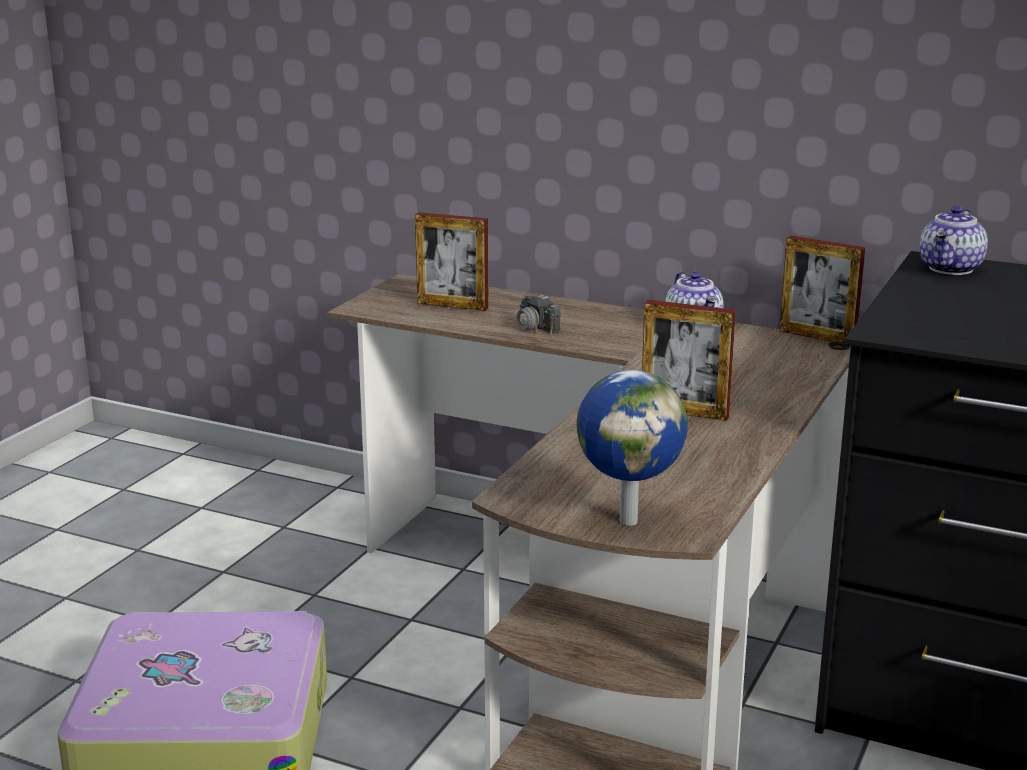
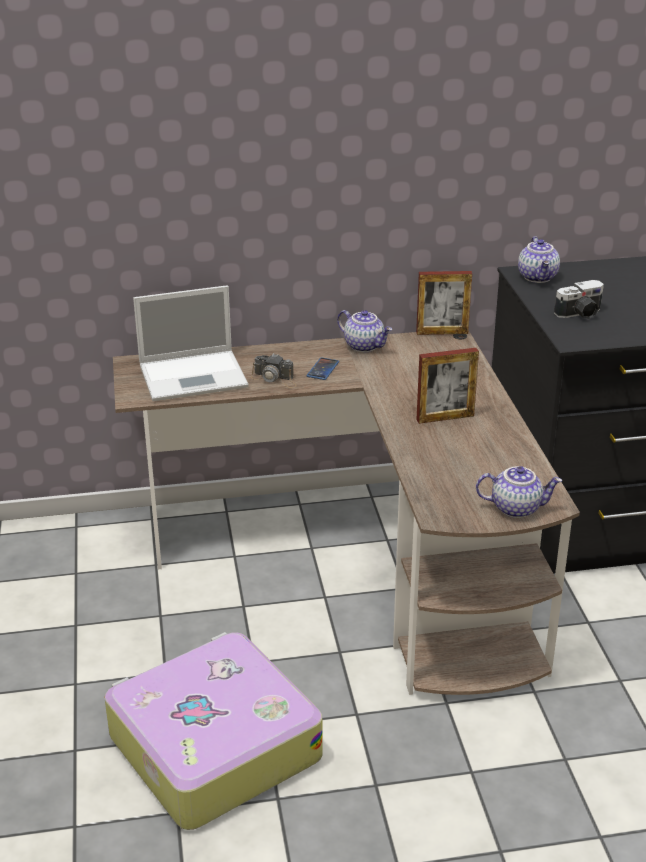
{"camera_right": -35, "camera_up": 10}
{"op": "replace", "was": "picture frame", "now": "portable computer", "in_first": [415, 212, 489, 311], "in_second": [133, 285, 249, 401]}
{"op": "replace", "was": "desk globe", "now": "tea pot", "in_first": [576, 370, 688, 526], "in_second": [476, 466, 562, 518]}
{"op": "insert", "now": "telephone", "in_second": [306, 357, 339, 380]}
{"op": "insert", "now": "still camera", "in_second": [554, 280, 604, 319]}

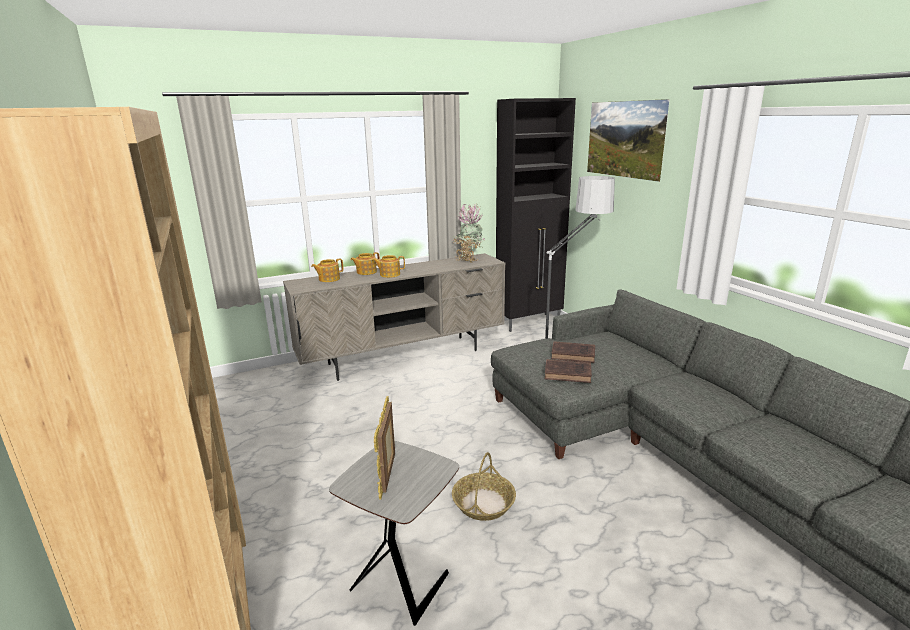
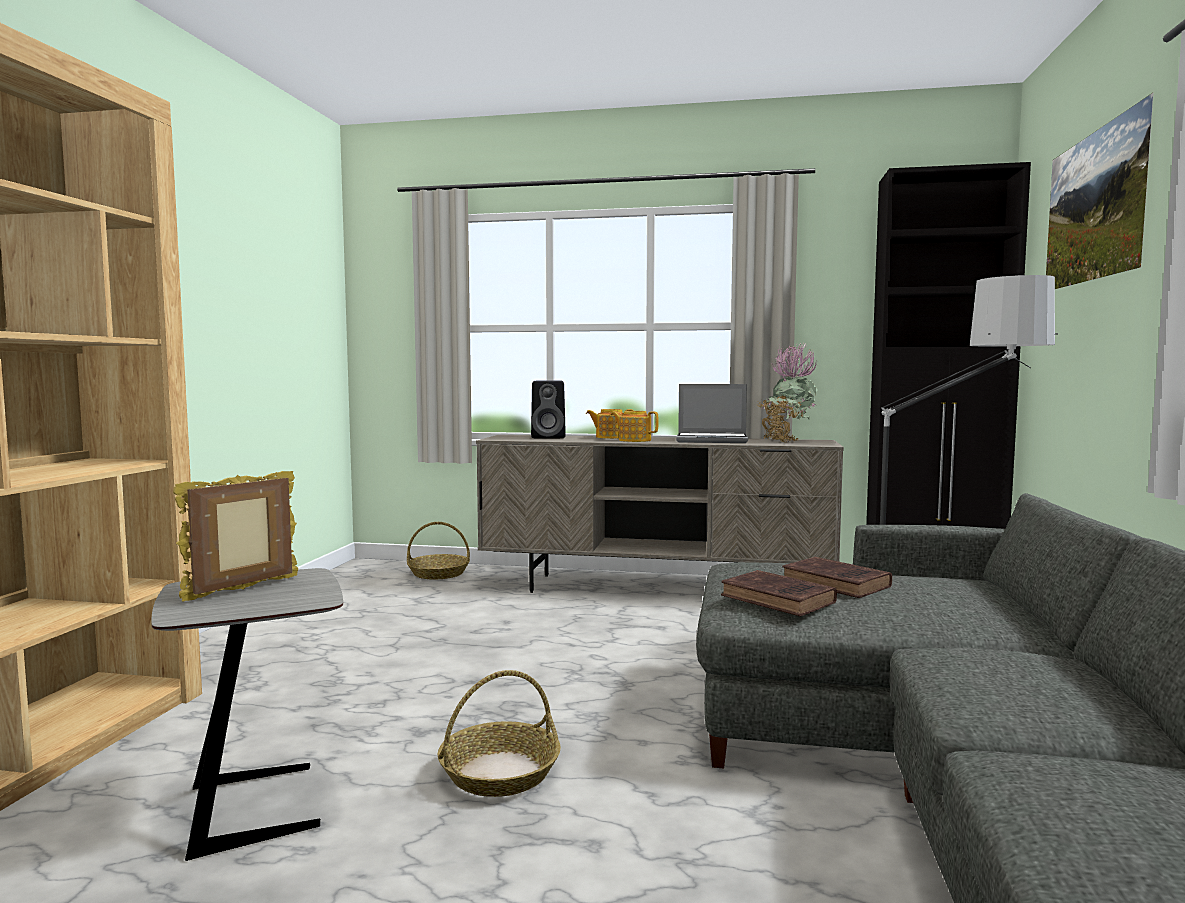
{"camera_right": 35, "camera_up": -15}
{"op": "replace", "was": "tea pot", "now": "loudspeaker (black)", "in_first": [311, 258, 343, 282], "in_second": [531, 381, 566, 438]}
{"op": "insert", "now": "storage basket", "in_second": [407, 522, 470, 579]}
{"op": "insert", "now": "portable computer", "in_second": [676, 384, 748, 443]}

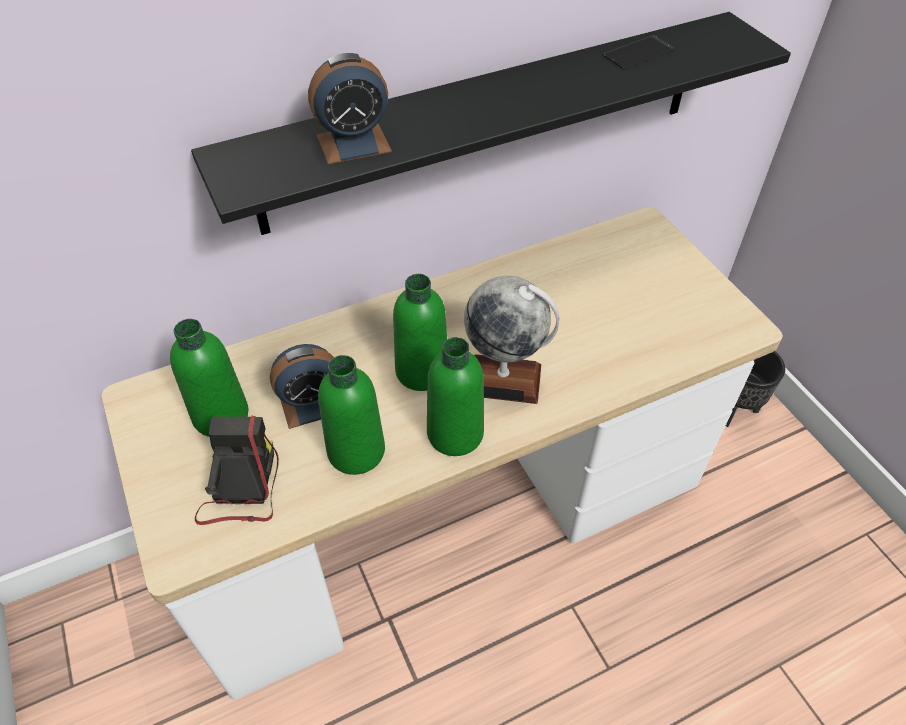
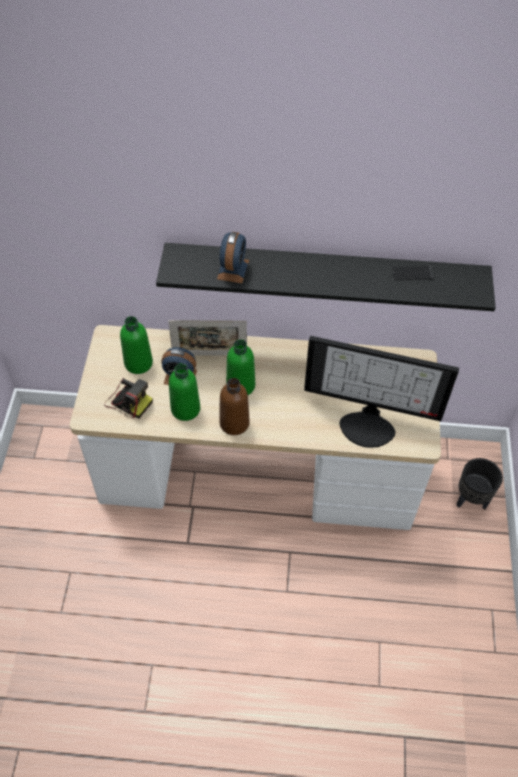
{"camera_right": 30, "camera_up": 5}
{"op": "rotate", "was": "still camera", "in_first": [195, 415, 279, 525], "in_second": [104, 378, 153, 419], "clockwise": 90}
{"op": "rotate", "was": "table clock", "in_first": [308, 53, 392, 164], "in_second": [217, 232, 249, 283], "clockwise": -90}
{"op": "recolor", "was": "bottle (greenish)", "now": "bottle (brownish)", "in_first": [427, 337, 484, 456], "in_second": [219, 378, 250, 435]}
{"op": "delete", "was": "desk globe", "in_first": [464, 276, 559, 404]}
{"op": "insert", "now": "picture frame", "in_second": [168, 320, 247, 356]}
{"op": "insert", "now": "monitor", "in_second": [304, 336, 459, 448]}

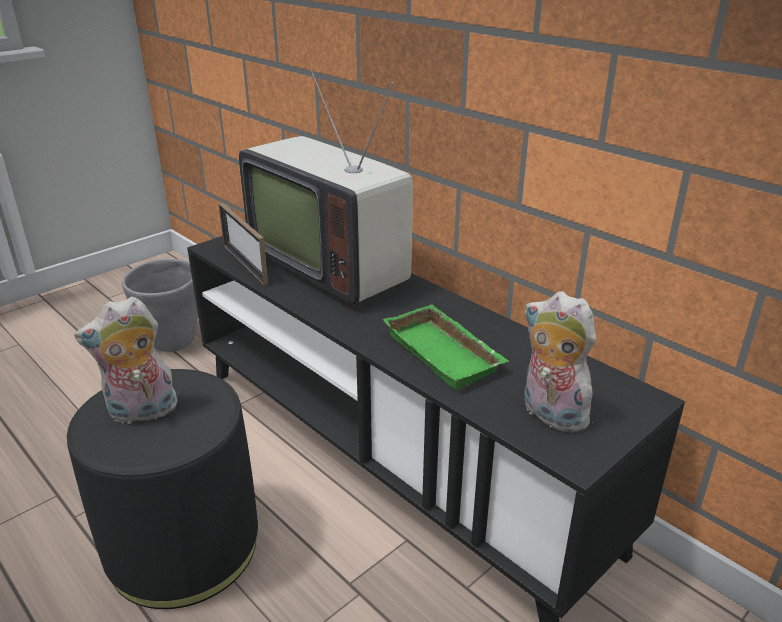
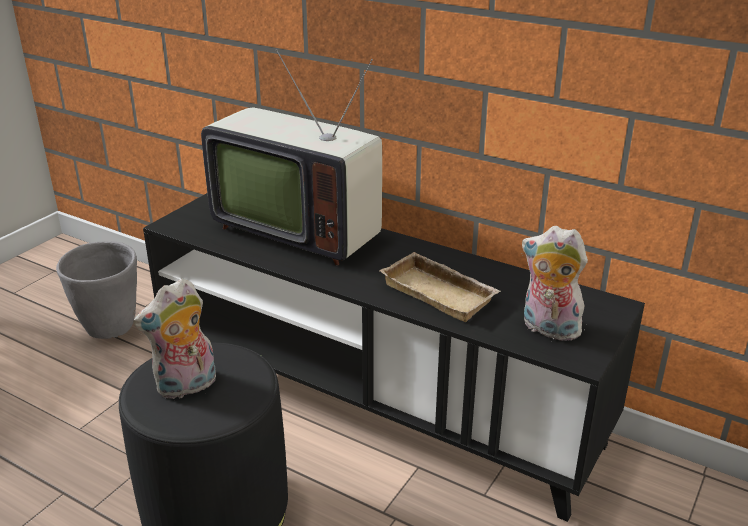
{"camera_right": -15, "camera_up": 0}
{"op": "delete", "was": "picture frame", "in_first": [218, 202, 268, 285]}
{"op": "recolor", "was": "tray (greenish)", "now": "tray (beige-coloured)", "in_first": [383, 304, 509, 391], "in_second": [380, 252, 501, 322]}

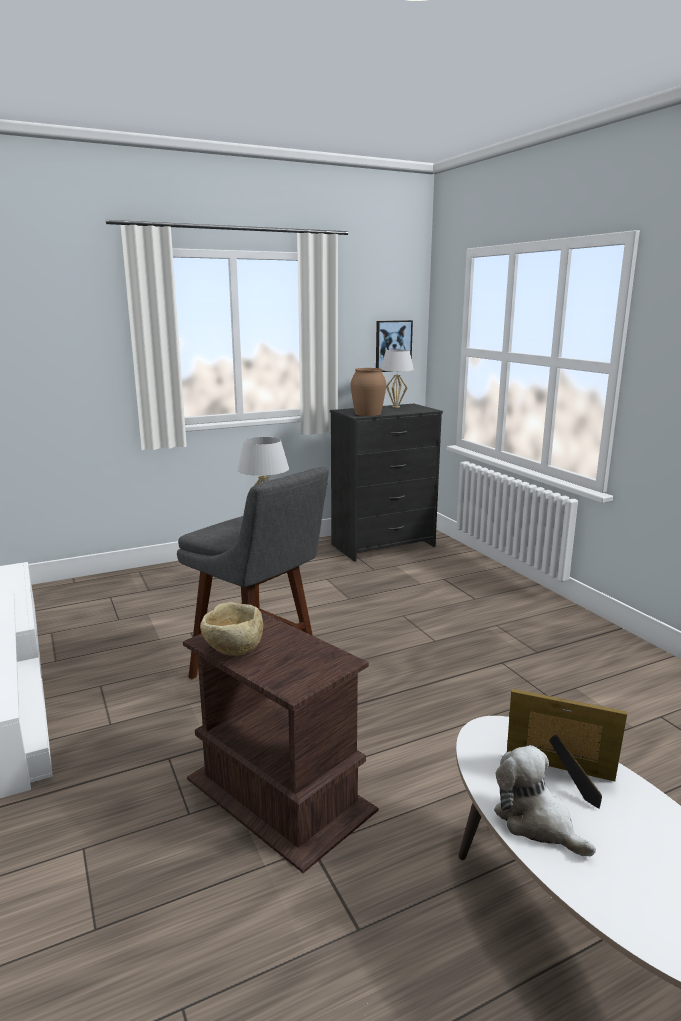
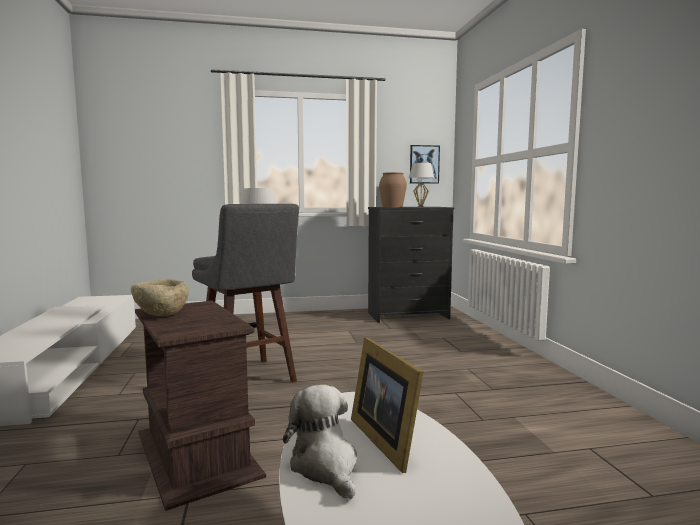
{"camera_right": 15, "camera_up": -10}
{"op": "rotate", "was": "picture frame", "in_first": [507, 689, 627, 809], "in_second": [351, 338, 424, 473], "clockwise": -150}

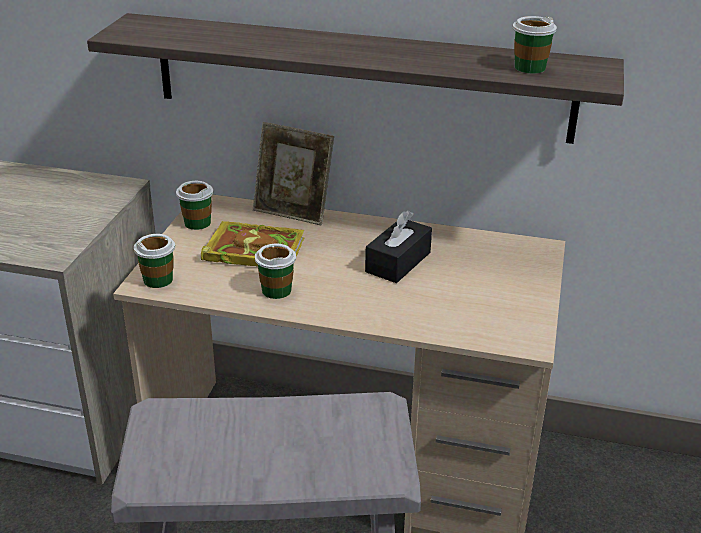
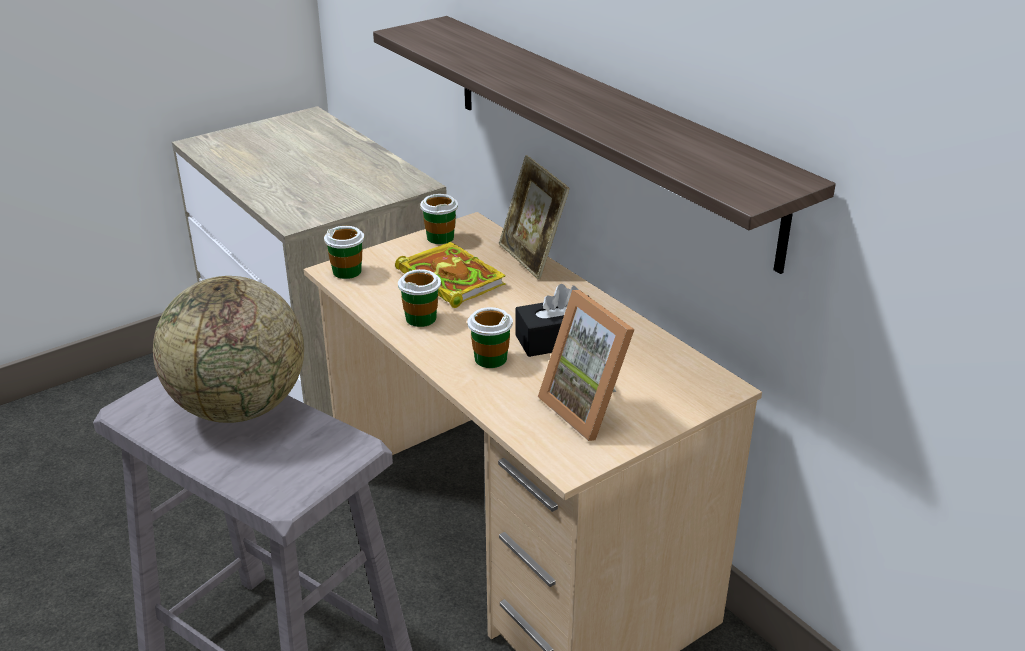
{"camera_right": 40, "camera_up": 0}
{"op": "move", "was": "cup", "in_first": [513, 16, 557, 74], "in_second": [467, 307, 513, 368]}
{"op": "insert", "now": "desk globe", "in_second": [153, 276, 304, 423]}
{"op": "insert", "now": "picture frame", "in_second": [538, 290, 635, 441]}

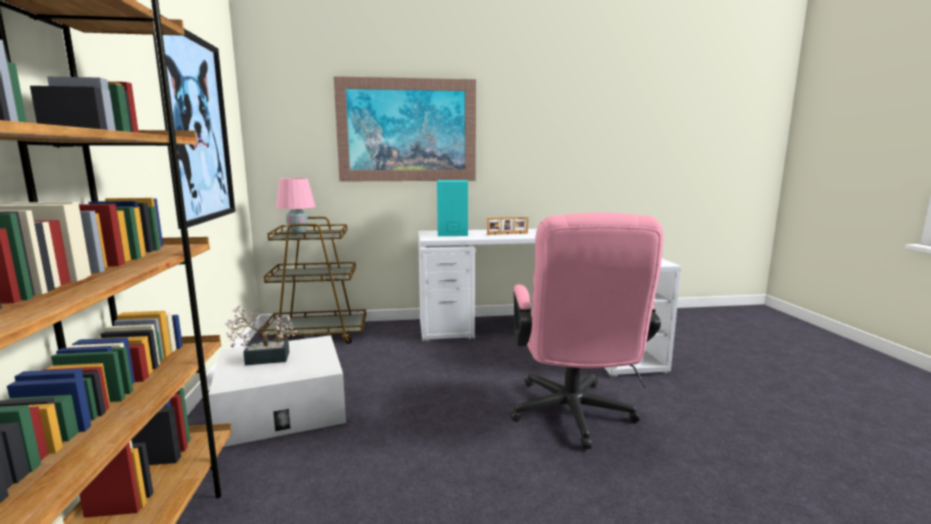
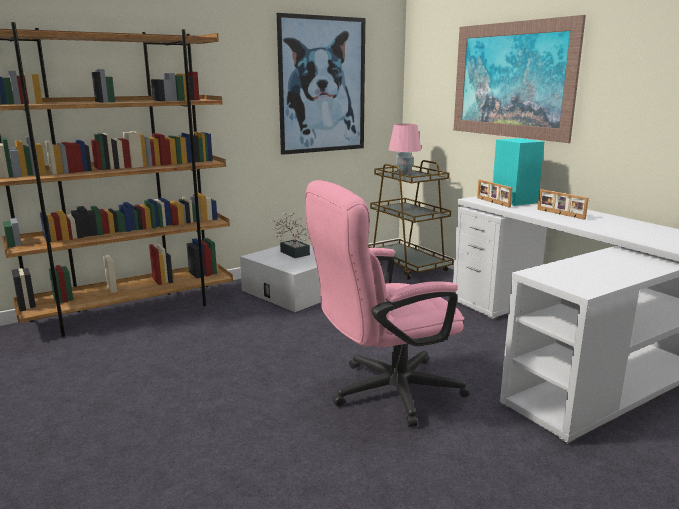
{"camera_right": 65, "camera_up": 5}
{"op": "insert", "now": "picture frame", "in_second": [477, 179, 513, 207]}

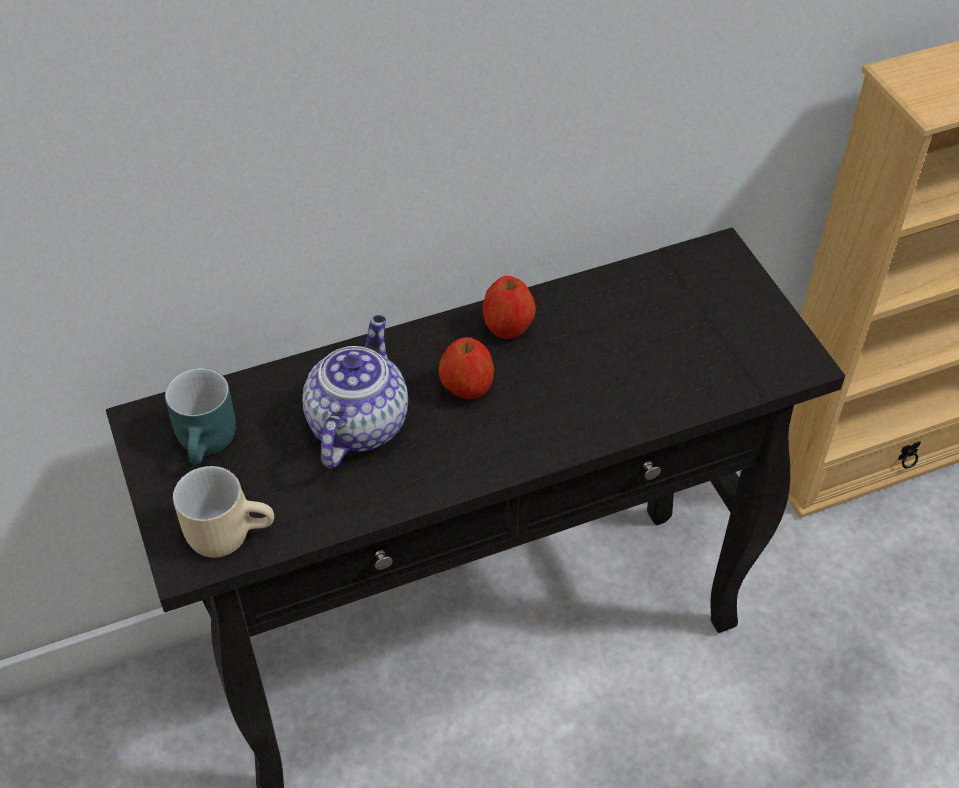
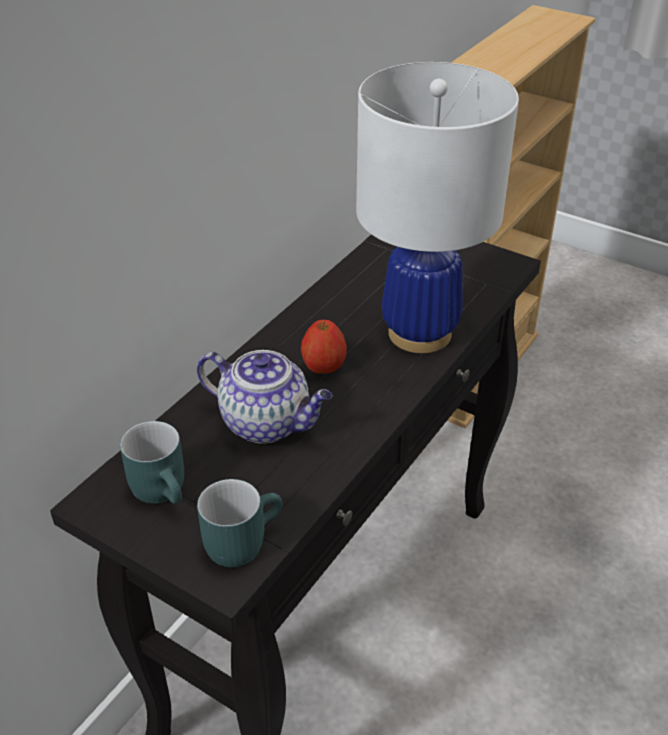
{"camera_right": -35, "camera_up": -10}
{"op": "recolor", "was": "coffee mug (beige-coloured)", "now": "coffee mug (blue-green)", "in_first": [173, 466, 274, 558], "in_second": [197, 479, 282, 567]}
{"op": "rotate", "was": "tea pot", "in_first": [302, 315, 408, 468], "in_second": [197, 350, 333, 443], "clockwise": 135}
{"op": "delete", "was": "apple fruit", "in_first": [482, 276, 536, 339]}
{"op": "insert", "now": "tabletop lamp (white-coloured)", "in_second": [356, 62, 519, 353]}

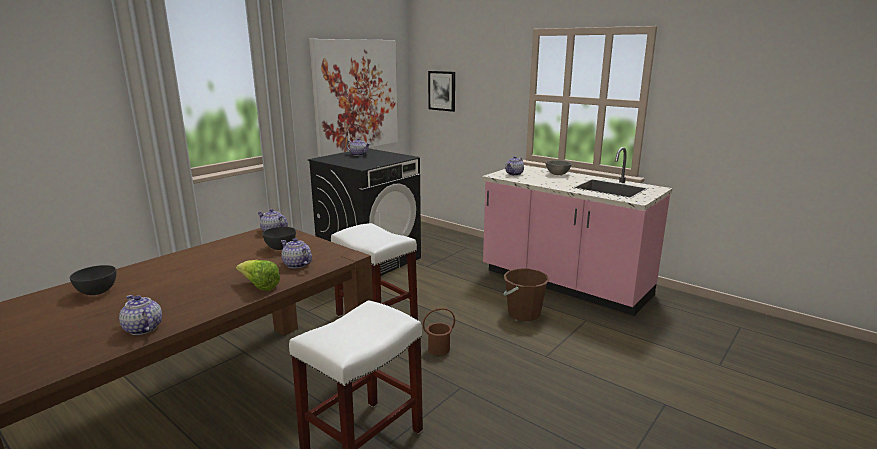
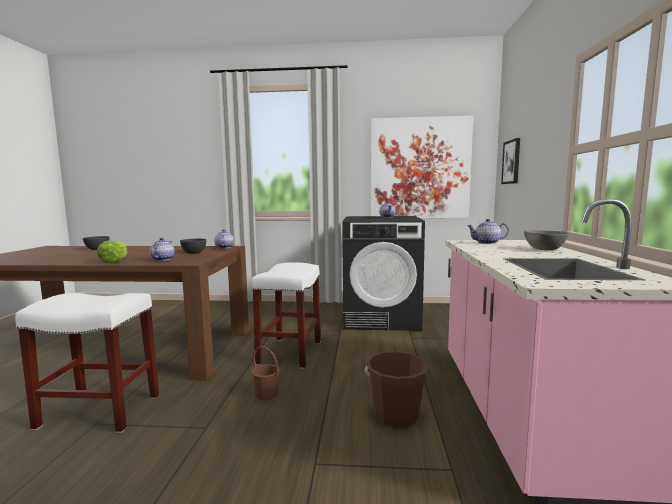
{"camera_right": 55, "camera_up": -10}
{"op": "delete", "was": "tea pot", "in_first": [119, 295, 162, 335]}

